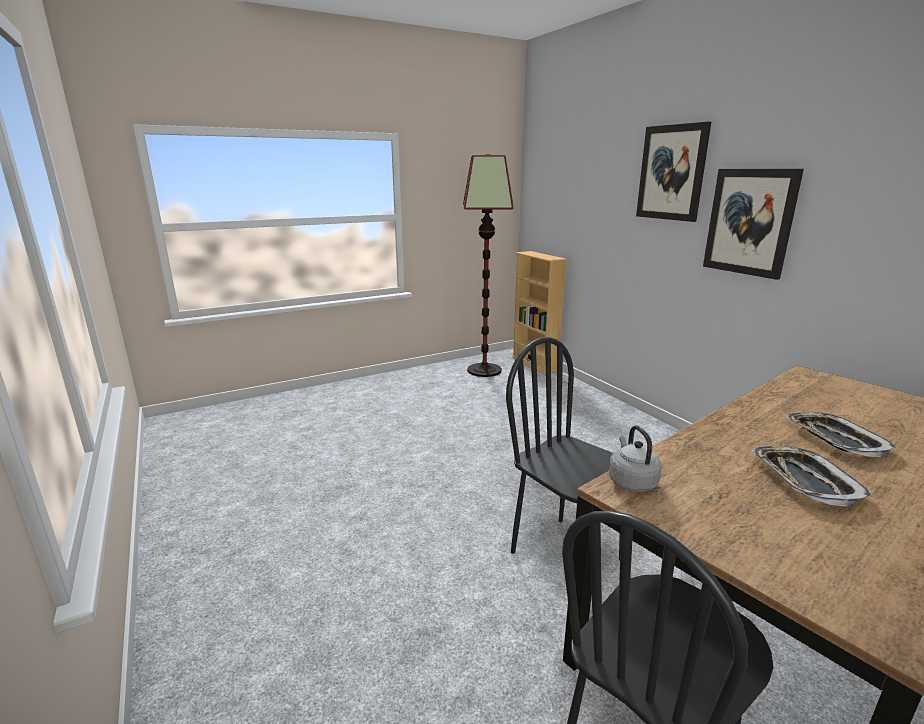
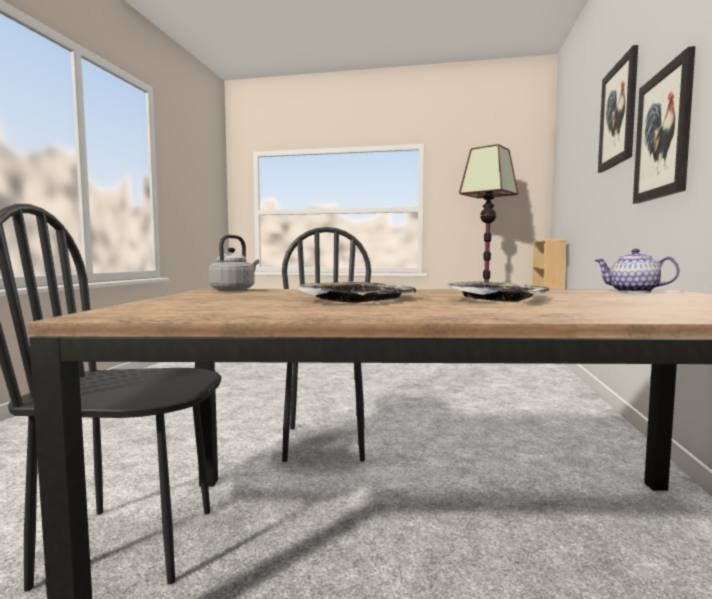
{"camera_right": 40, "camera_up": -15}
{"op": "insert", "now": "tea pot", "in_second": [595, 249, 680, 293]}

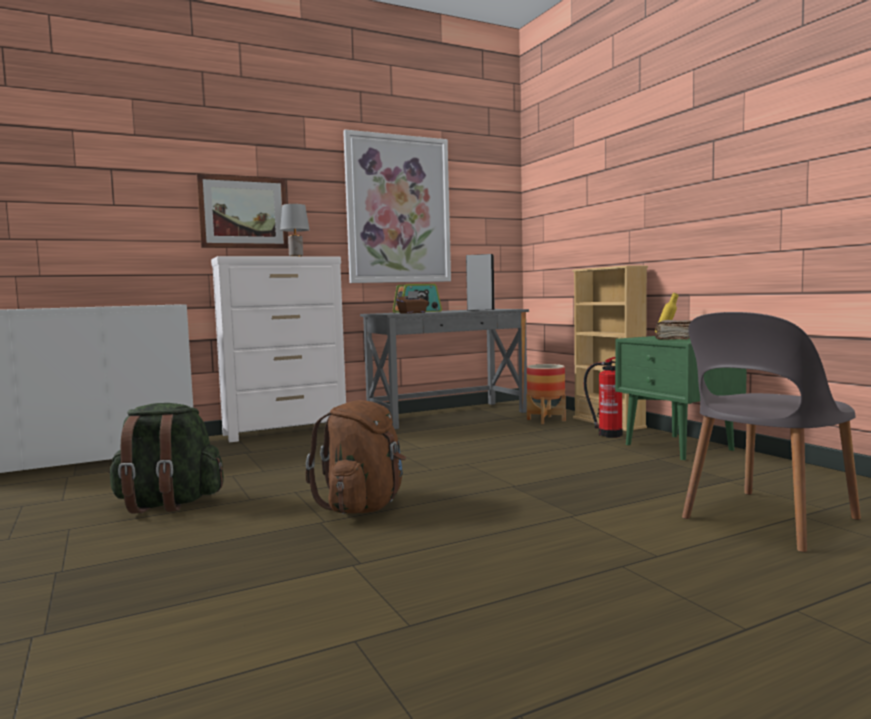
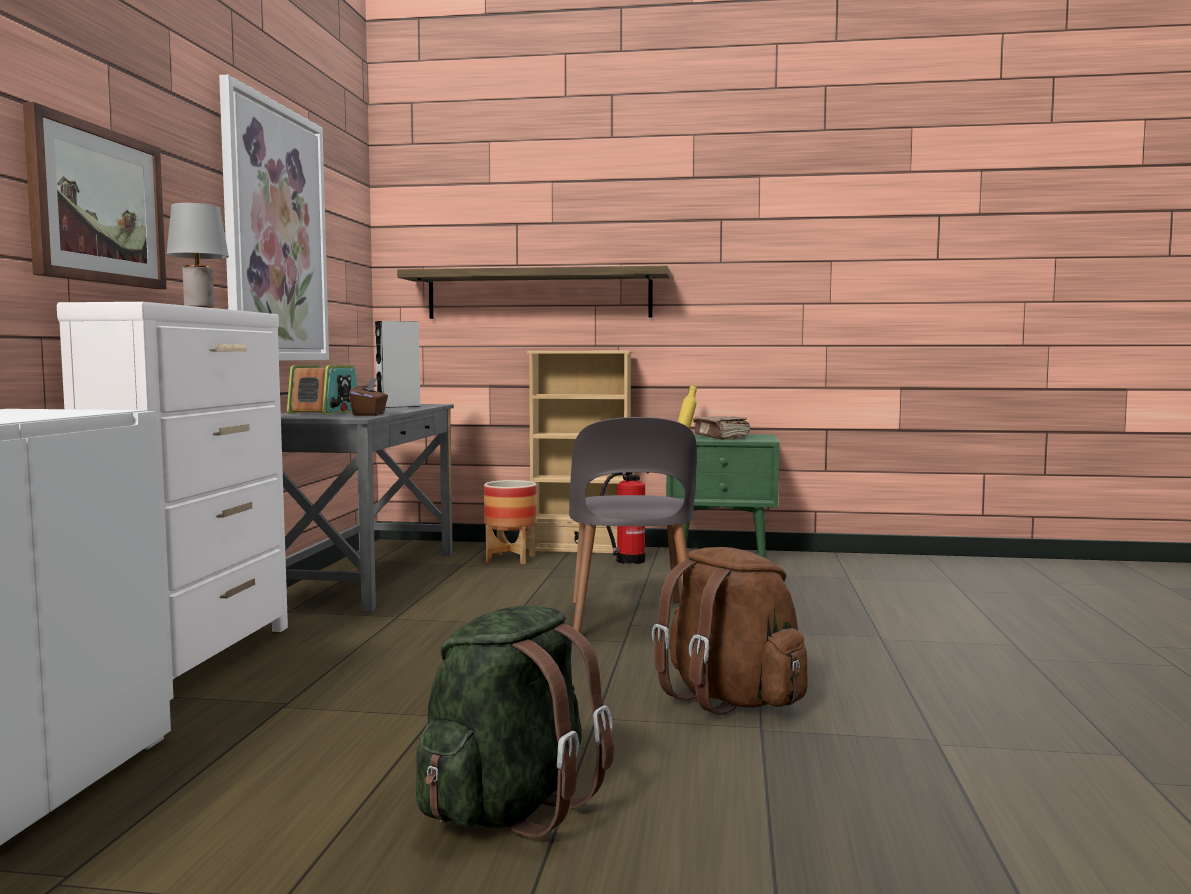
{"camera_right": -55, "camera_up": 0}
{"op": "move", "was": "chair (grey)", "in_first": [682, 312, 861, 552], "in_second": [569, 417, 697, 633]}
{"op": "insert", "now": "shelf", "in_second": [397, 266, 670, 319]}

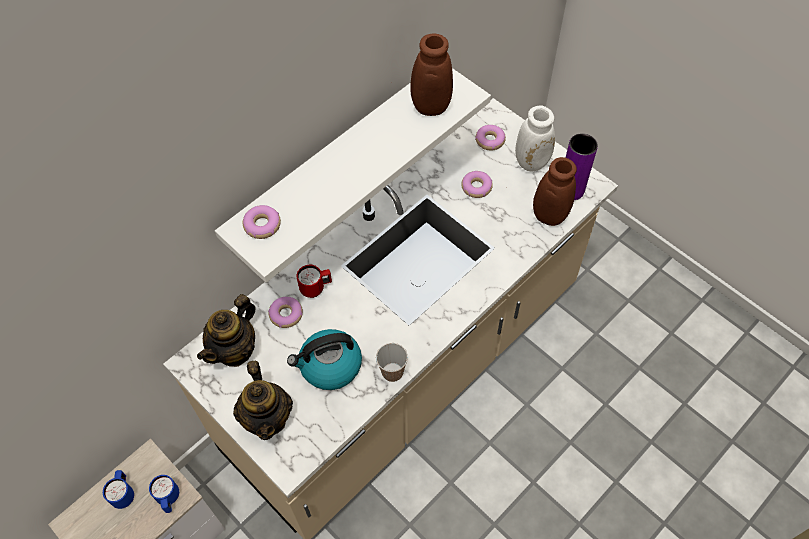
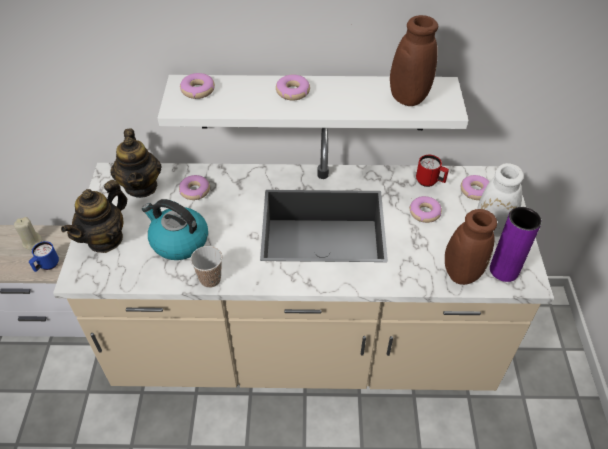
{"camera_right": 45, "camera_up": -10}
{"op": "replace", "was": "coffee mug (blue-coloured)", "now": "wax light (beige-coloured)", "in_first": [103, 470, 134, 509], "in_second": [14, 217, 42, 250]}
{"op": "rotate", "was": "tea pot", "in_first": [197, 294, 256, 367], "in_second": [110, 128, 162, 198], "clockwise": -90}
{"op": "move", "was": "coffee mug (red)", "in_first": [297, 265, 332, 298], "in_second": [416, 155, 449, 187]}
{"op": "insert", "now": "doughnut", "in_second": [276, 75, 310, 101]}

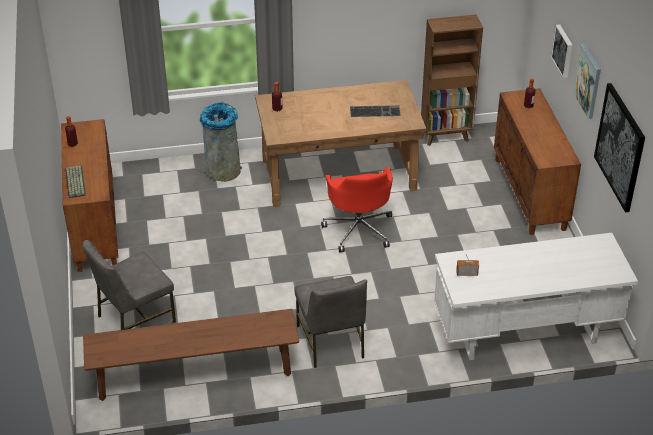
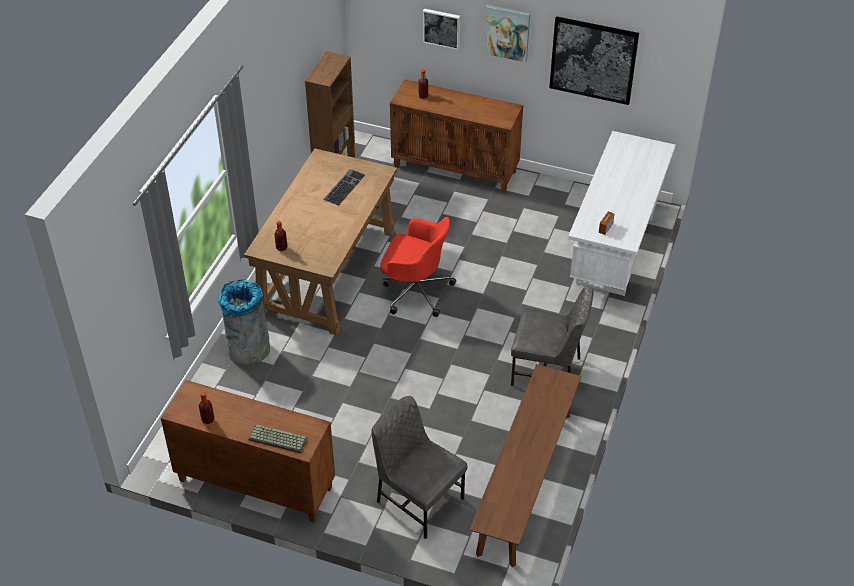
{"camera_right": -60, "camera_up": 5}
{"op": "rotate", "was": "chair (grey)", "in_first": [82, 240, 176, 330], "in_second": [371, 396, 467, 539], "clockwise": 135}

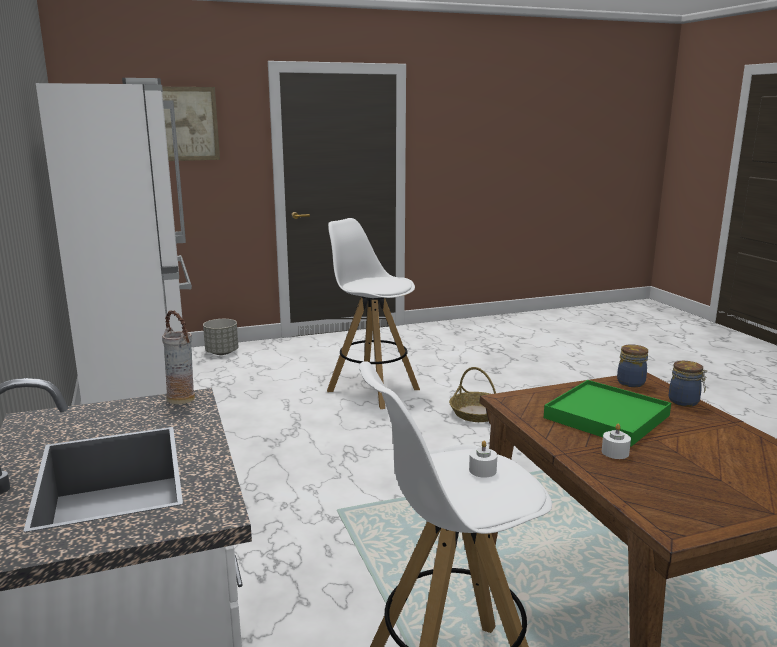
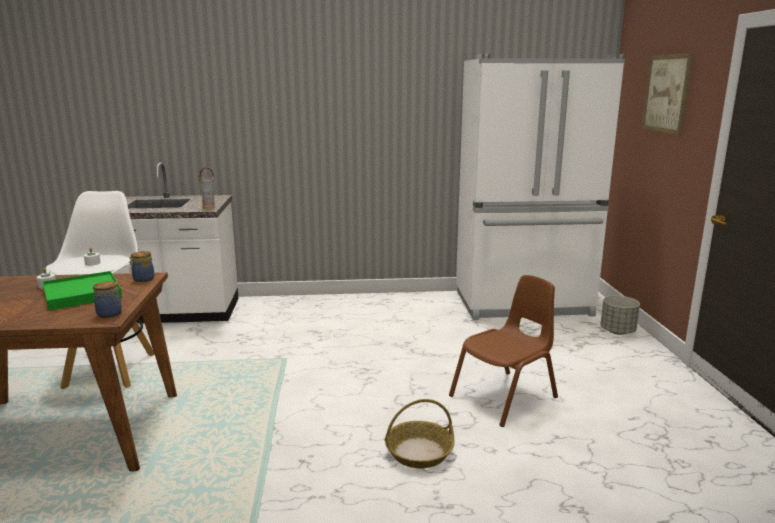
{"camera_right": 105, "camera_up": 0}
{"op": "replace", "was": "stool (white-coloured)", "now": "chair (brownish)", "in_first": [327, 218, 420, 409], "in_second": [449, 275, 558, 427]}
{"op": "move", "was": "jar", "in_first": [669, 361, 707, 407], "in_second": [129, 251, 154, 282]}

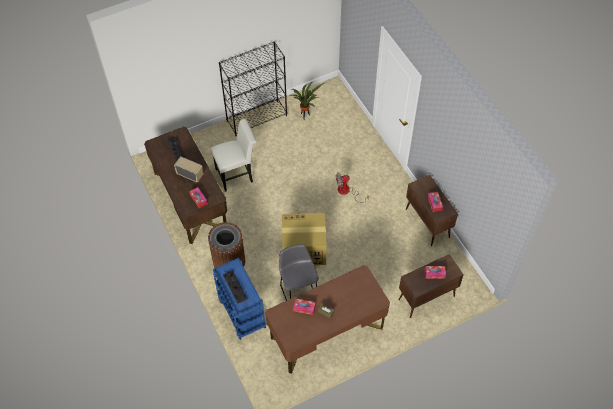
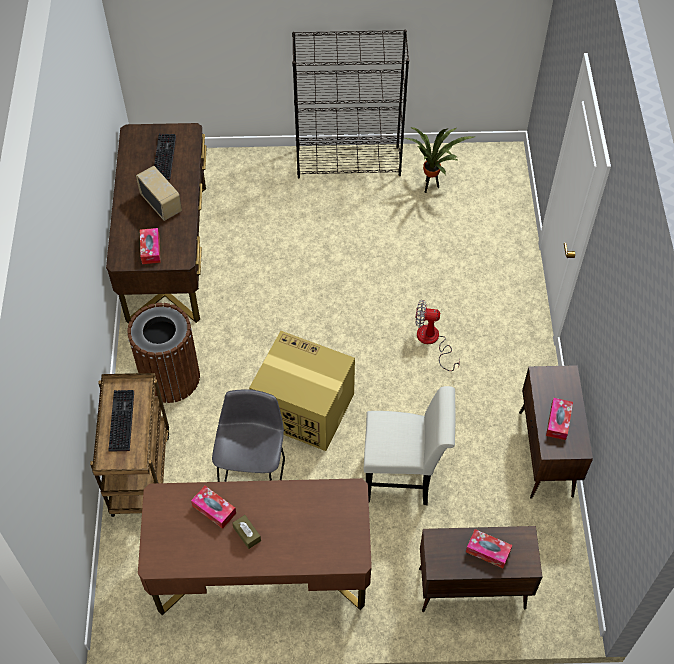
{"camera_right": 25, "camera_up": 0}
{"op": "move", "was": "chair (white-coloured)", "in_first": [210, 119, 257, 192], "in_second": [364, 386, 456, 505]}
{"op": "recolor", "was": "cart (blue-coloured)", "now": "cart (brownish)", "in_first": [213, 258, 266, 340], "in_second": [90, 373, 169, 517]}

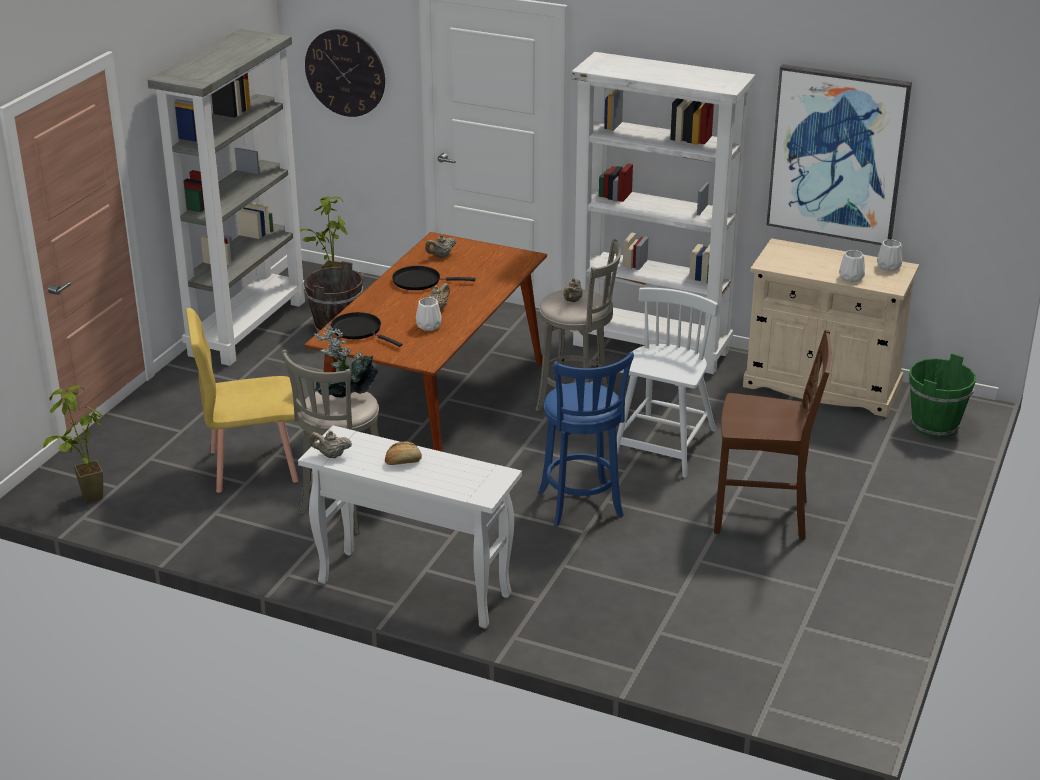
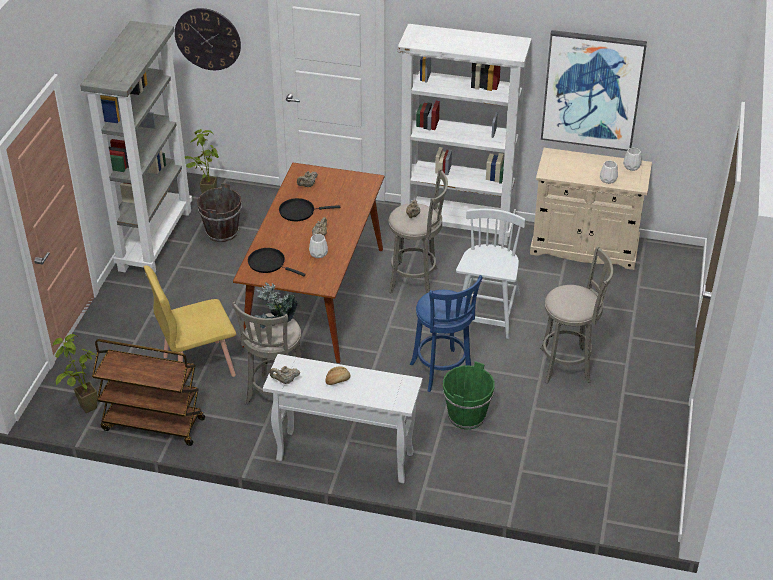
{"camera_right": -10, "camera_up": 10}
{"op": "replace", "was": "chair (brownish)", "now": "stool (grey)", "in_first": [714, 330, 832, 540], "in_second": [541, 247, 613, 383]}
{"op": "move", "was": "pail (greenish)", "in_first": [909, 353, 976, 438], "in_second": [443, 361, 495, 430]}
{"op": "insert", "now": "cart (brownish)", "in_second": [92, 339, 205, 446]}

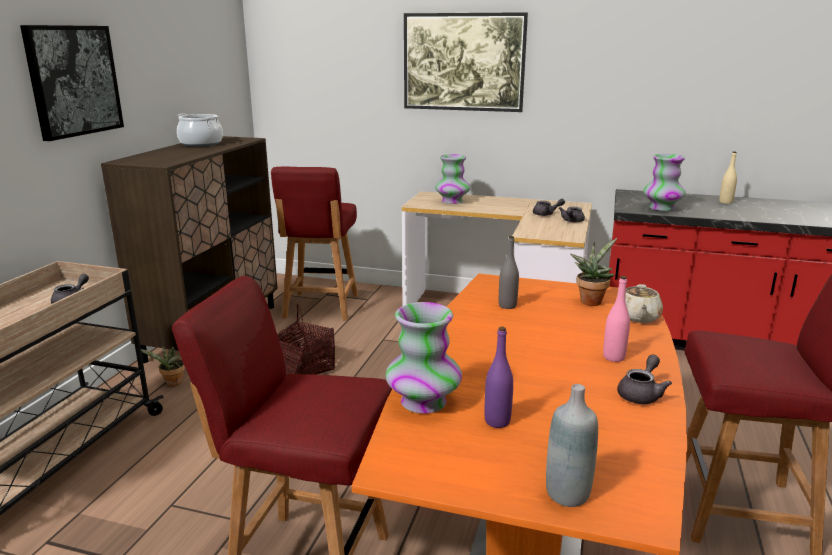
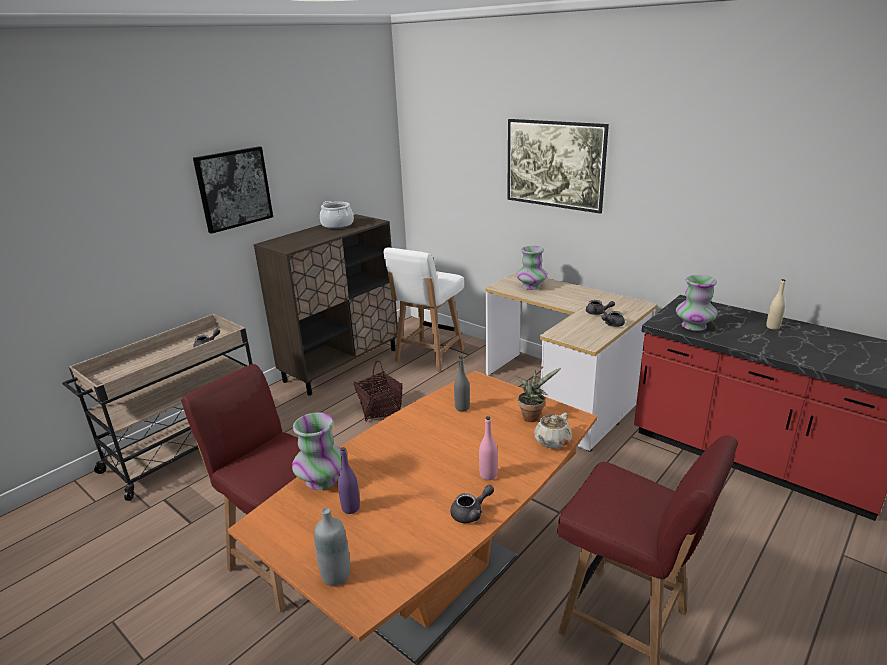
{"camera_right": 25, "camera_up": 5}
{"op": "delete", "was": "plant in a pot", "in_first": [141, 346, 185, 386]}
{"op": "recolor", "was": "chair (red)", "now": "chair (white-coloured)", "in_first": [271, 167, 358, 320], "in_second": [383, 248, 464, 372]}

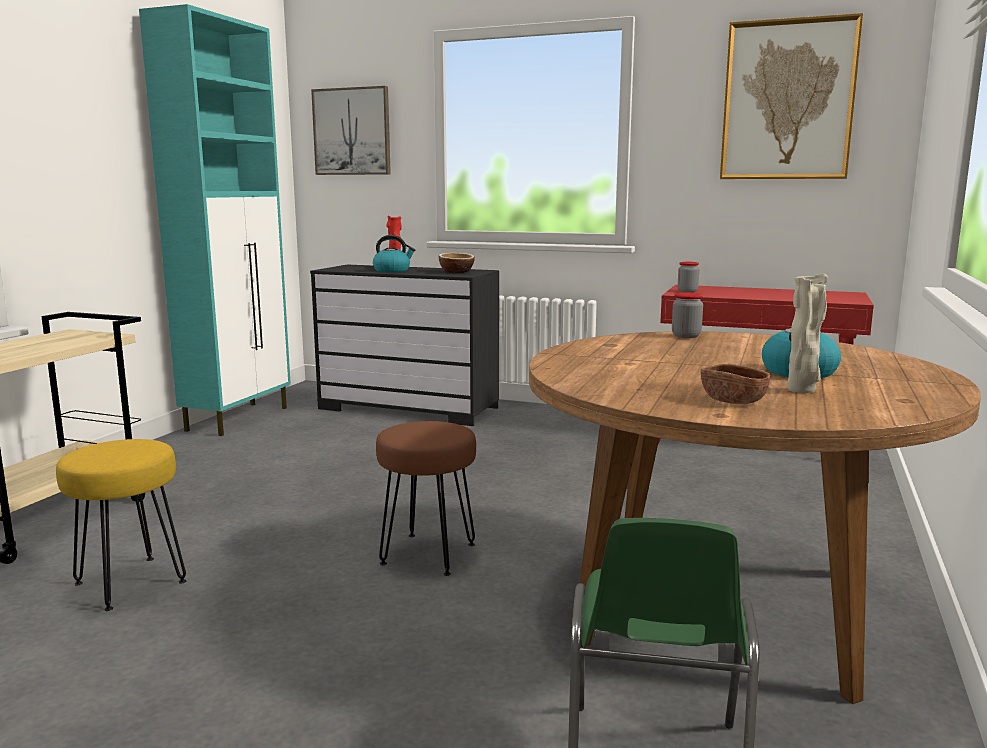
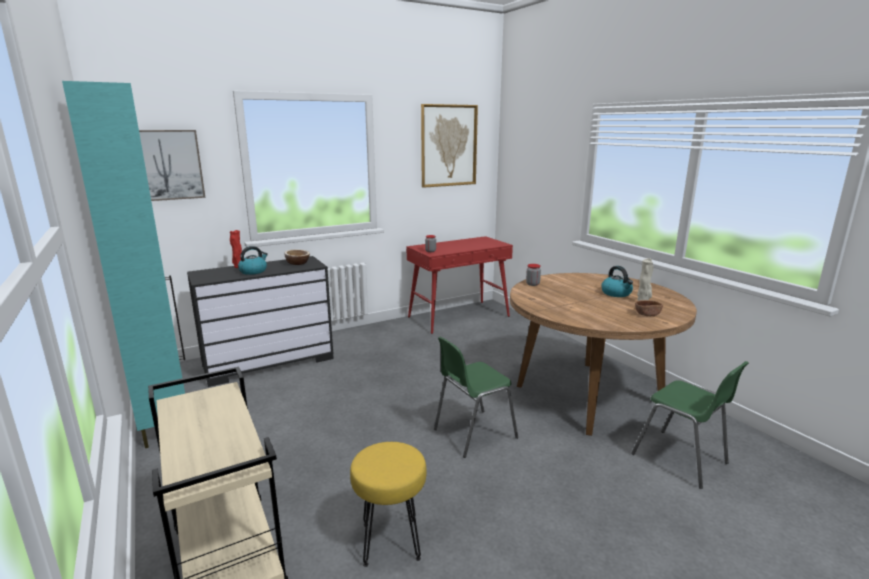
{"camera_right": -50, "camera_up": 5}
{"op": "replace", "was": "stool (brownish)", "now": "chair (greenish)", "in_first": [376, 421, 476, 576], "in_second": [434, 337, 518, 458]}

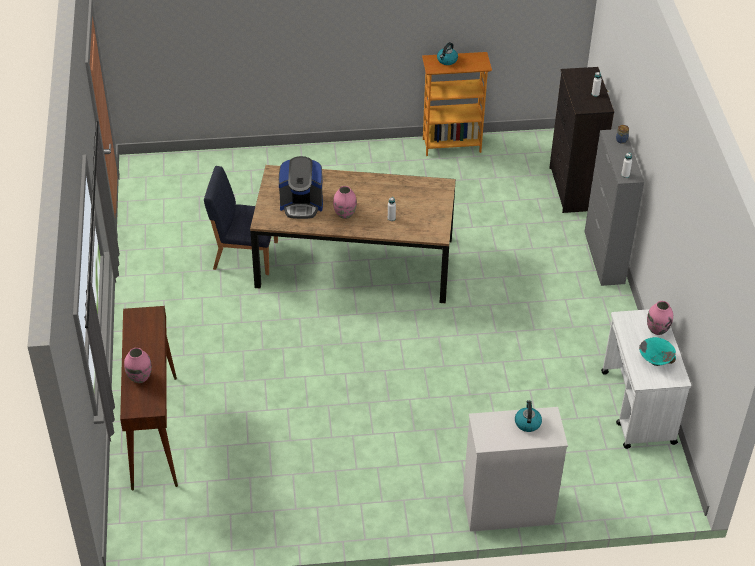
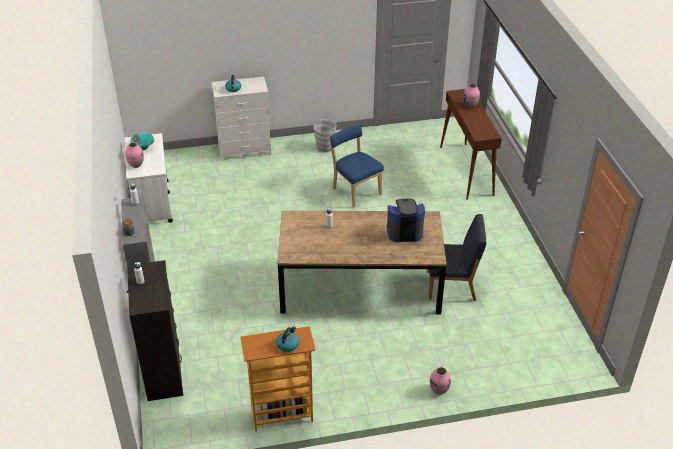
{"camera_right": 175, "camera_up": -5}
{"op": "move", "was": "decorative vase (pinkish)", "in_first": [333, 186, 357, 219], "in_second": [430, 367, 451, 395]}
{"op": "insert", "now": "pail (grey)", "in_second": [313, 118, 336, 153]}
{"op": "insert", "now": "chair (blue-coloured)", "in_second": [329, 125, 384, 207]}

